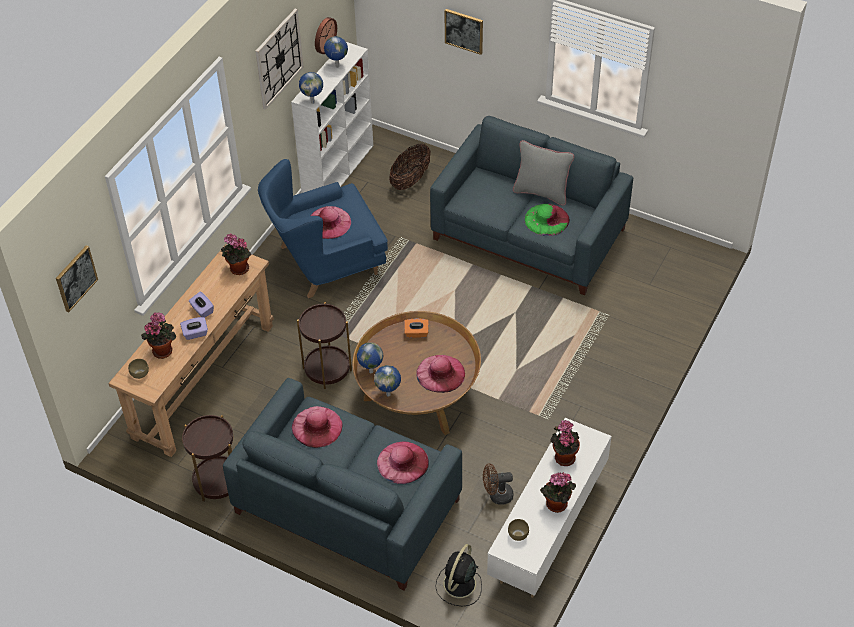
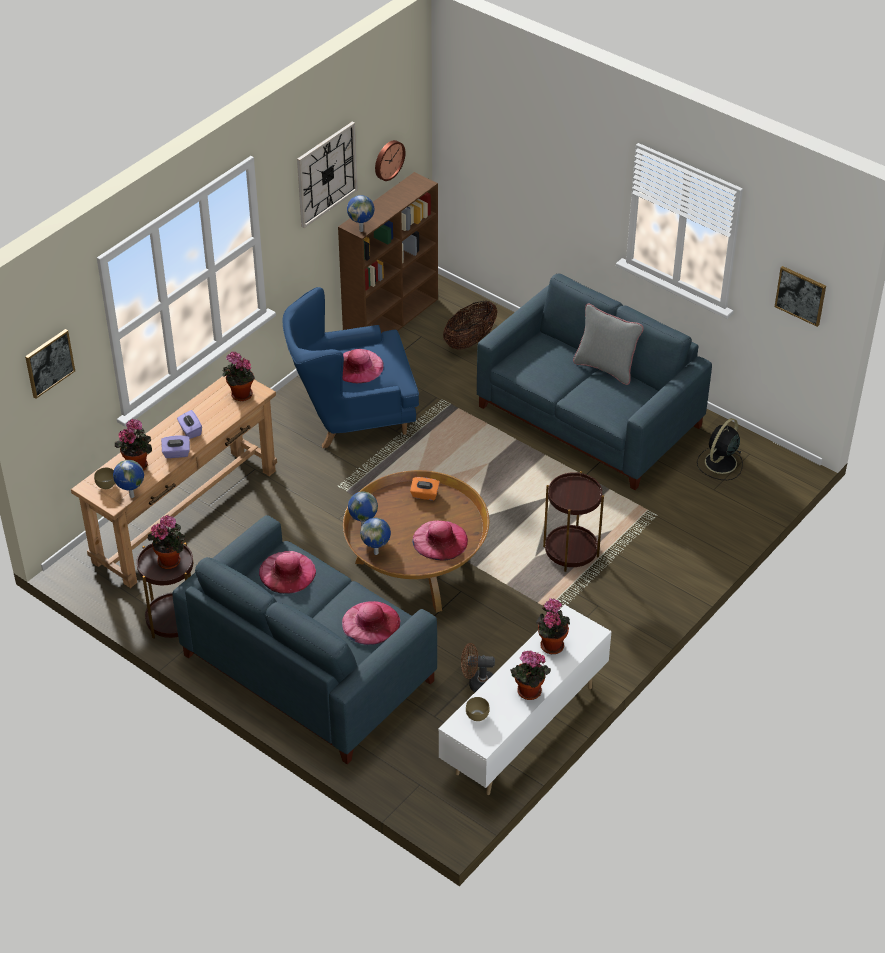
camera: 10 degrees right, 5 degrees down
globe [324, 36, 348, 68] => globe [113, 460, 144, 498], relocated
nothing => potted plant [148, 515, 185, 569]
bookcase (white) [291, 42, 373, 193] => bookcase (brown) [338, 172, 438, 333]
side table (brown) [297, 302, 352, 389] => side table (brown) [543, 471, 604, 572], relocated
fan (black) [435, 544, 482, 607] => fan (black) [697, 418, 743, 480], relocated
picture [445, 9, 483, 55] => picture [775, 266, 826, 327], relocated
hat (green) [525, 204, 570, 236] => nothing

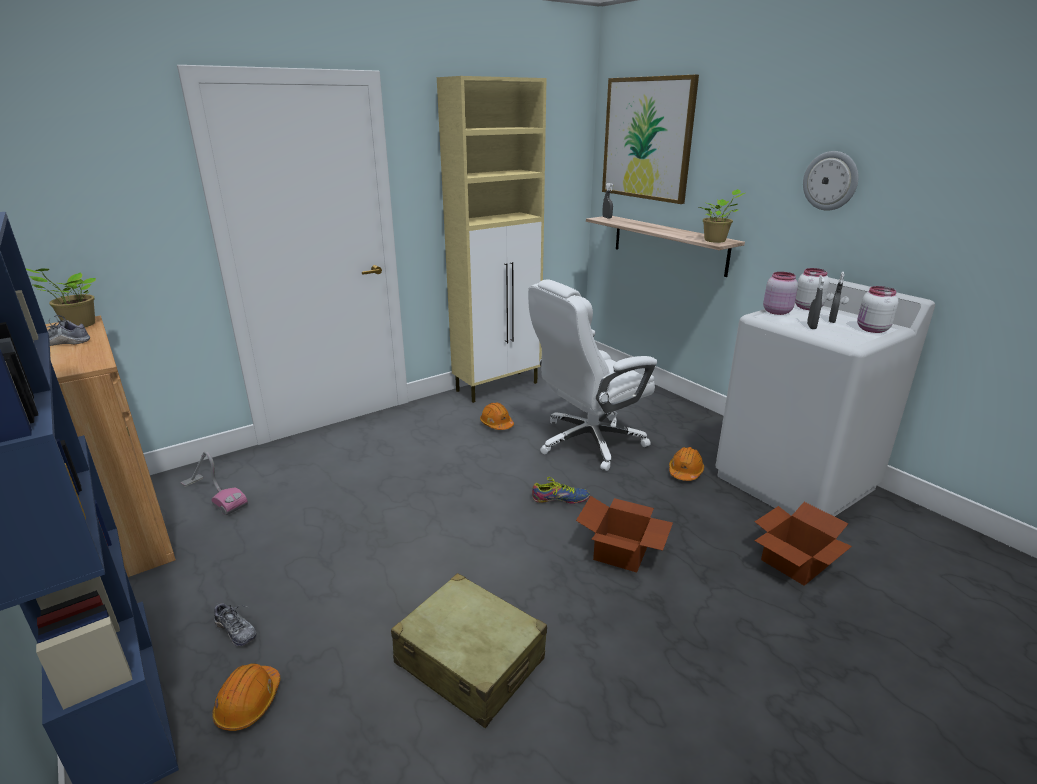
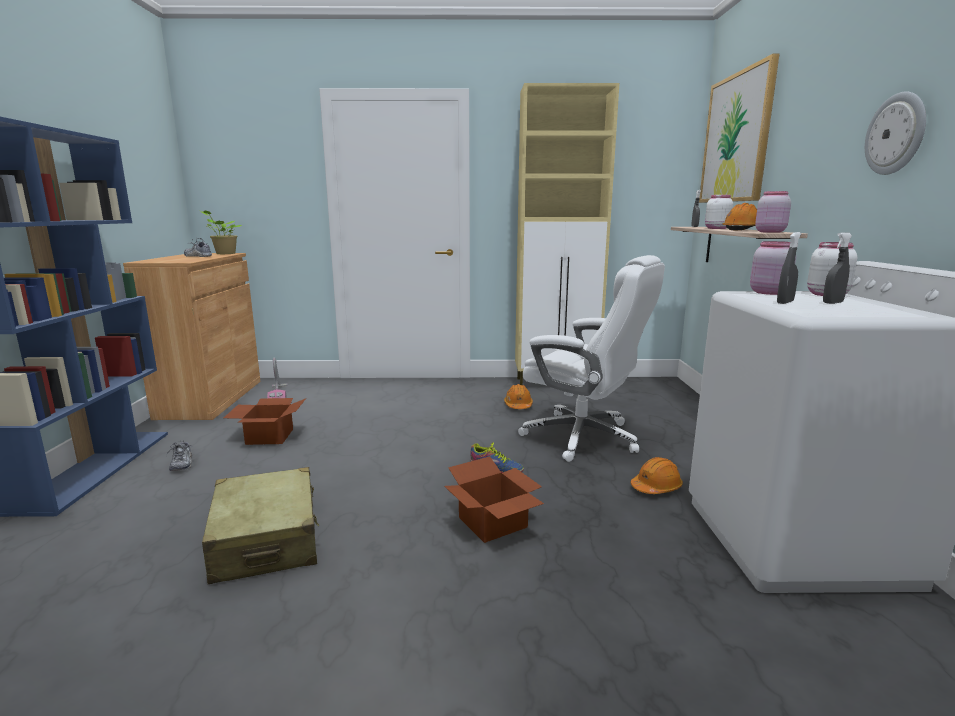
camera: 35 degrees right, 10 degrees down
cardboard box [754, 502, 852, 585] => cardboard box [224, 398, 306, 445], relocated
office chair (white) [528, 279, 657, 471] => office chair (white) [518, 255, 665, 462], 150 degrees counterclockwise
jar (white) [857, 286, 898, 333] => jar (white) [705, 195, 733, 229], relocated
hard hat (orange) [212, 663, 280, 731] => hard hat (orange) [723, 203, 757, 231], relocated
potted plant [699, 189, 745, 243] => jar (pink) [755, 191, 791, 233]

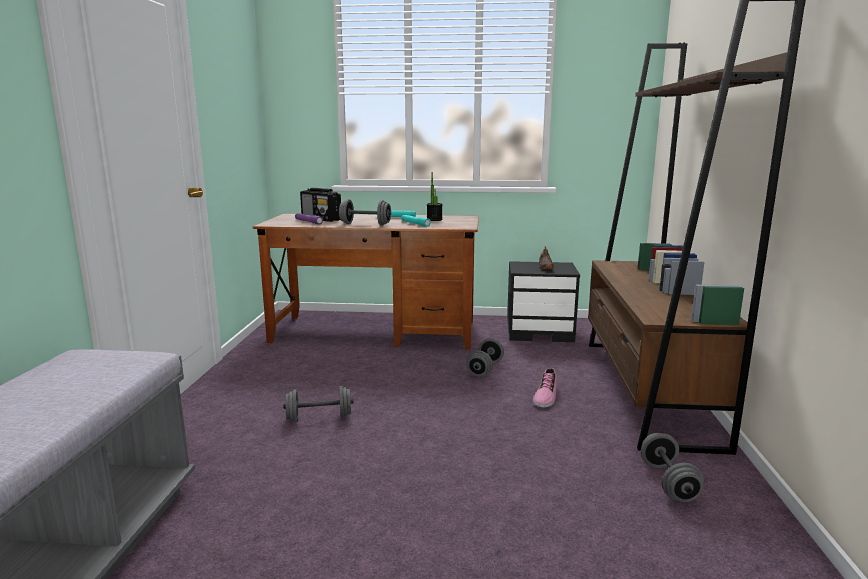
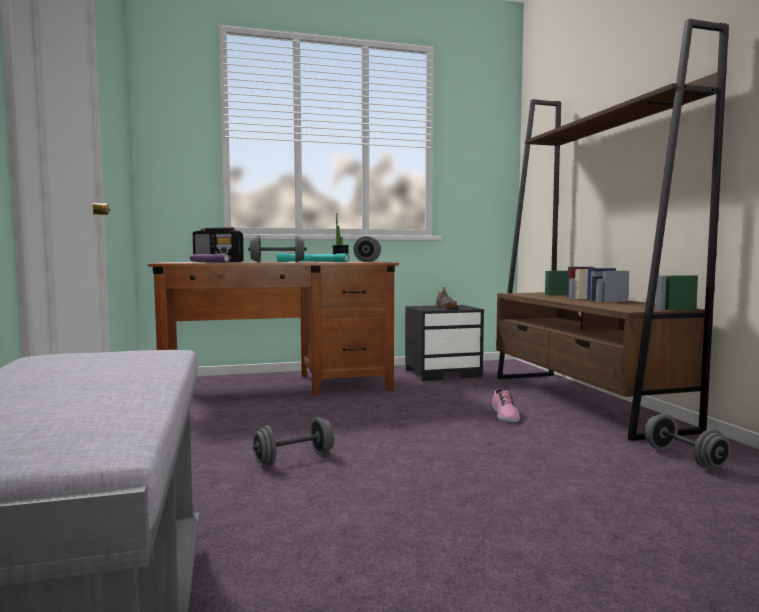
camera: 20 degrees left, 10 degrees down
dumbbell (grey) [466, 338, 504, 377] => dumbbell (grey) [354, 236, 381, 262], relocated

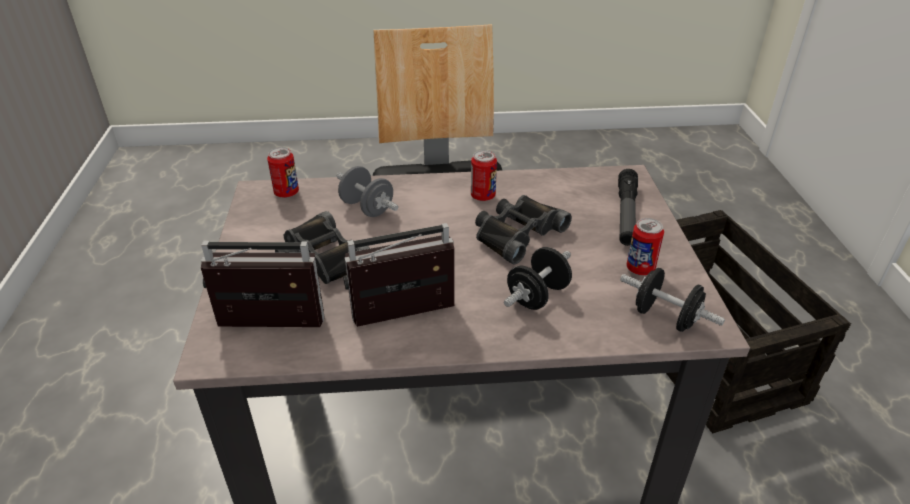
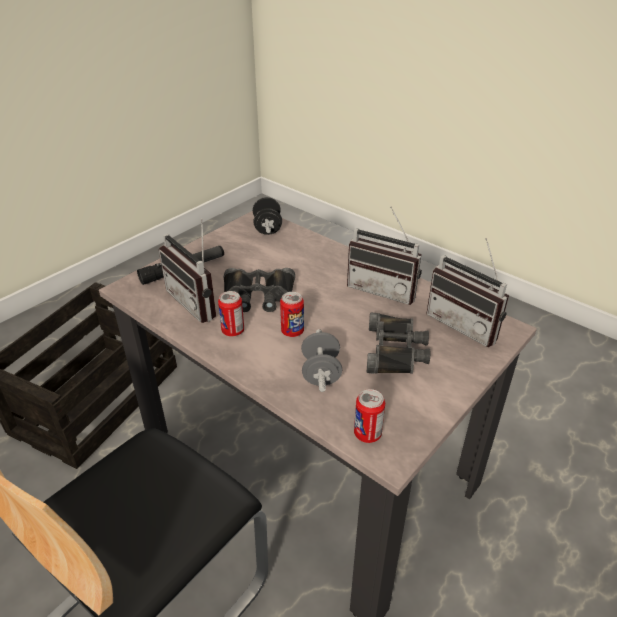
camera: 135 degrees left, 0 degrees up
nothing => radio [159, 219, 216, 323]
can [626, 218, 664, 275] => can [280, 292, 304, 337], relocated
dumbbell (black) [504, 247, 572, 310] => nothing

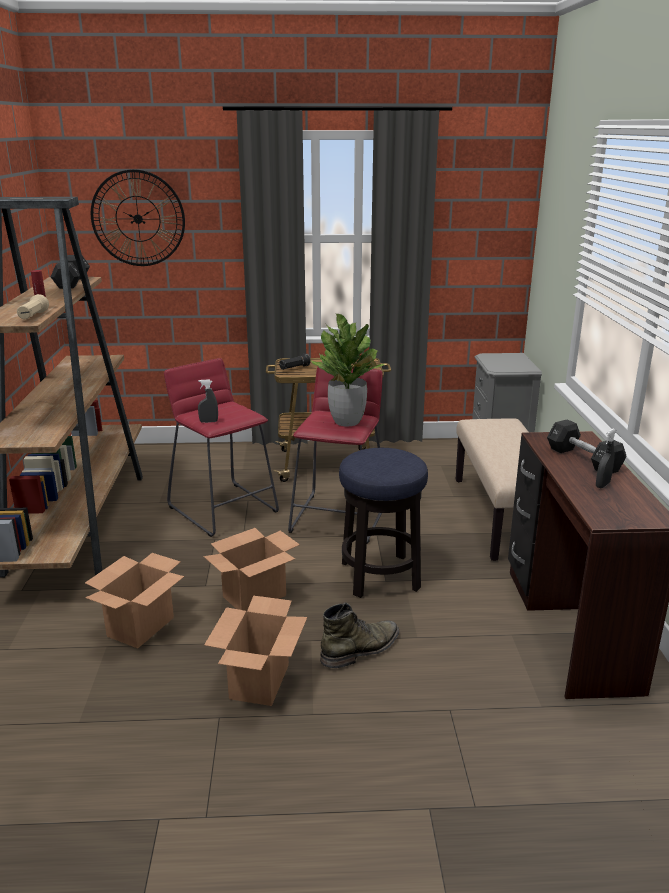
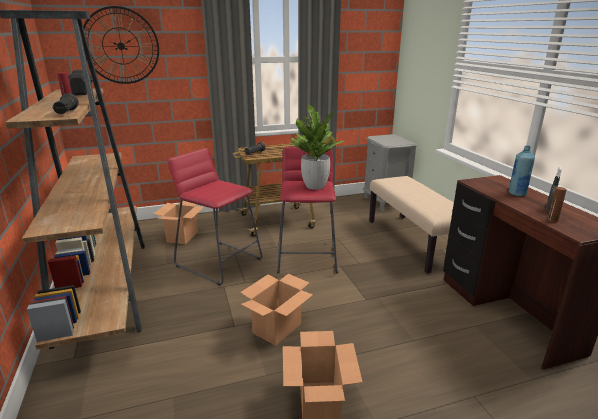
camera: 15 degrees left, 0 degrees up
flashlight (beige) [17, 294, 49, 319] => flashlight (black) [53, 93, 79, 114]
cardboard box [85, 553, 184, 648] => cardboard box [154, 201, 204, 244], relocated
dumbbell (black) [547, 419, 626, 473] => bottle (blue) [509, 146, 535, 196]
nothing => bottle (brown) [547, 187, 567, 223]
spray bottle (grey) [198, 380, 218, 423] => nothing
boot (green) [320, 602, 399, 668] => nothing
stool [339, 448, 428, 598] => nothing

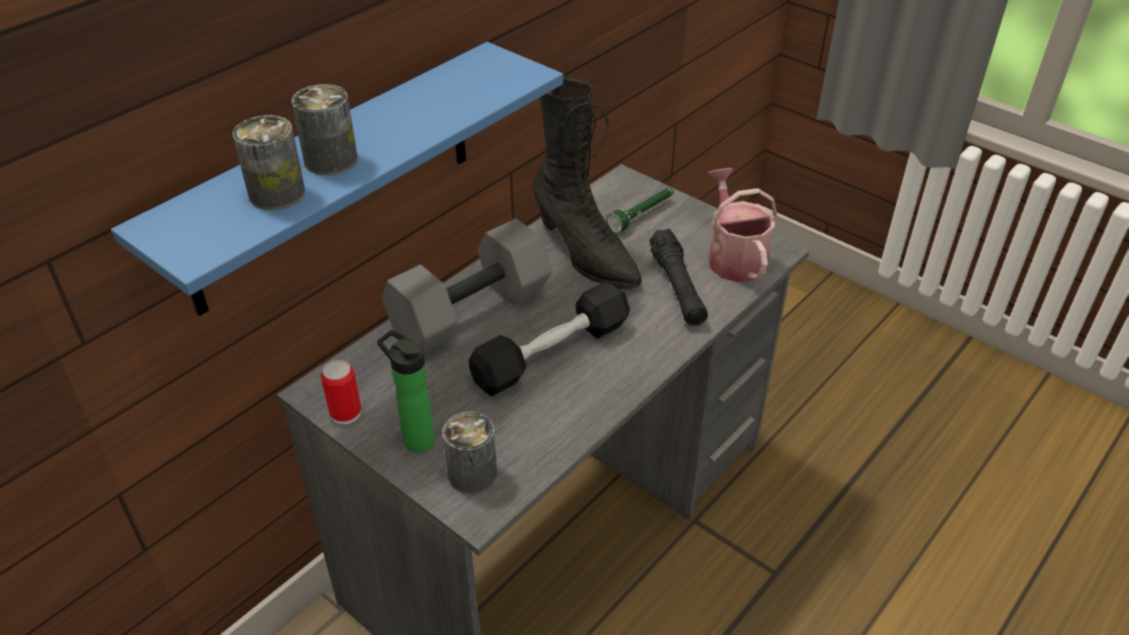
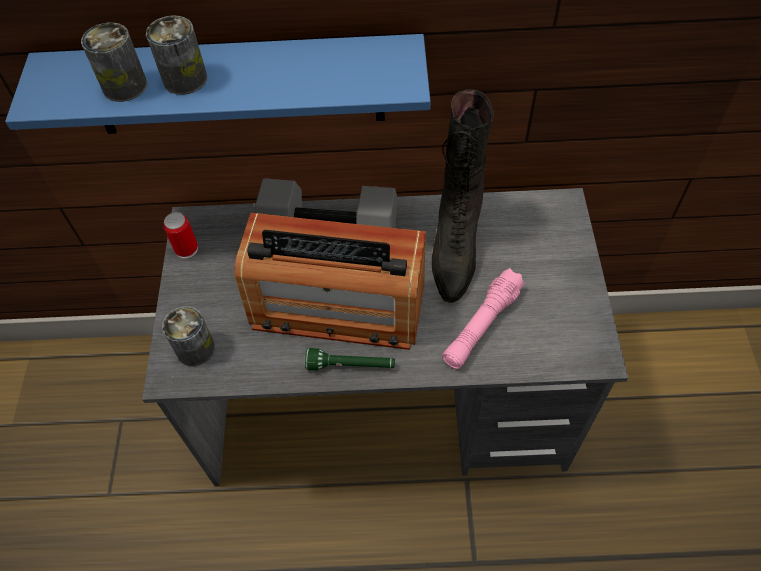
camera: 50 degrees right, 15 degrees up
dumbbell (black) [469, 281, 630, 396] => radio [234, 213, 426, 350]
flashlight (green) [606, 187, 674, 233] => flashlight (green) [305, 348, 395, 370], relocated
flashlight (black) [649, 229, 708, 326] => flashlight (pink) [442, 268, 525, 369]
bottle [377, 330, 435, 453] => nothing
watering can [708, 168, 778, 283] => nothing

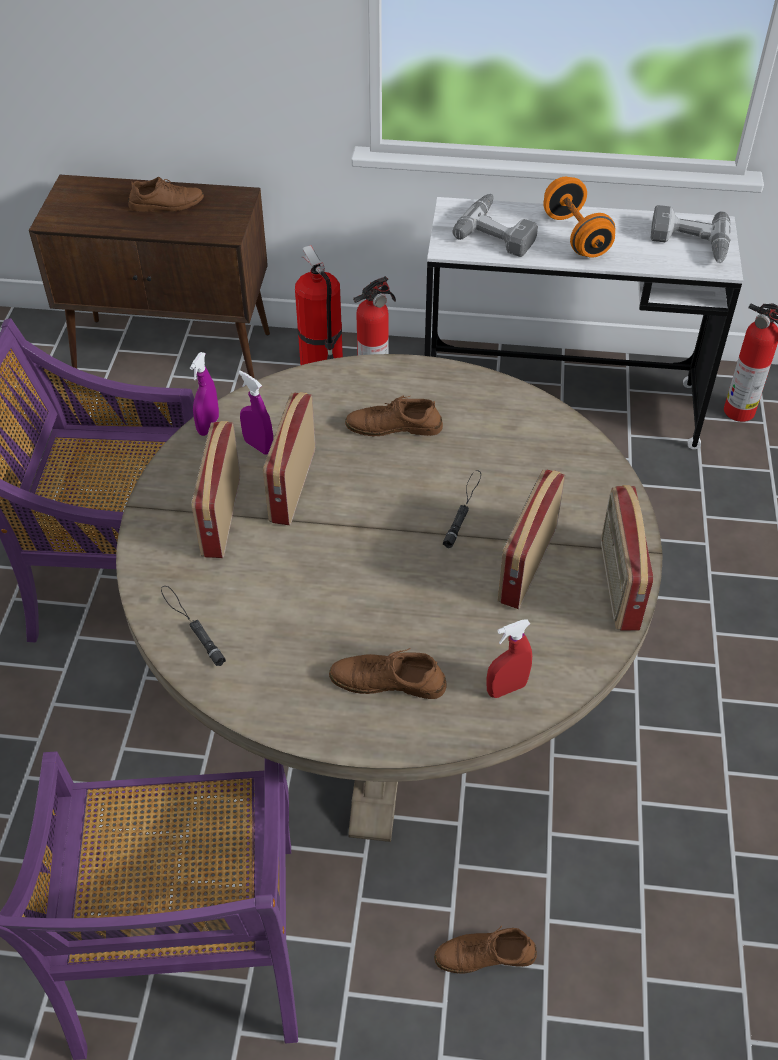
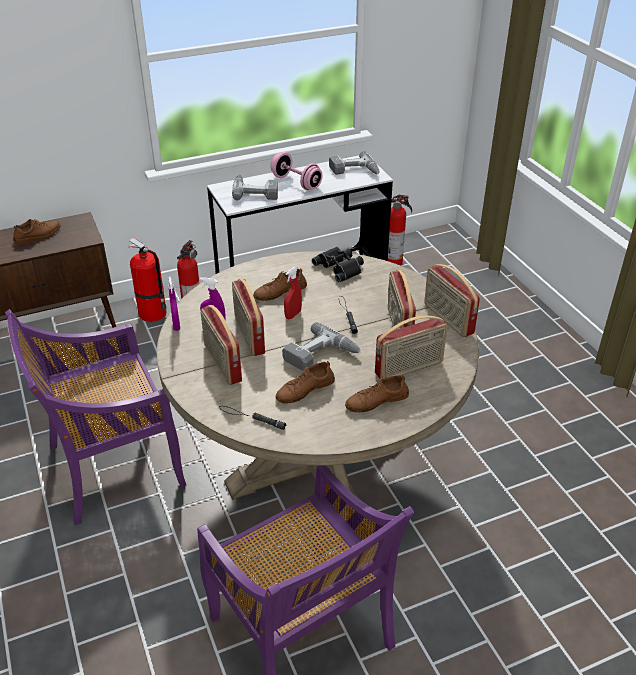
camera: 30 degrees left, 10 degrees down
dumbbell (orange) [544, 177, 615, 258] => dumbbell (pink) [270, 152, 323, 190]
shoe (brown) [434, 926, 537, 974] => shoe (brown) [276, 361, 335, 404], relocated
nothing => power drill [282, 322, 361, 371]
spray bottle (red) [486, 619, 532, 698] => spray bottle (red) [284, 267, 302, 319], relocated
nothing => binoculars (black) [312, 247, 364, 282]
nothing => radio [375, 316, 447, 379]

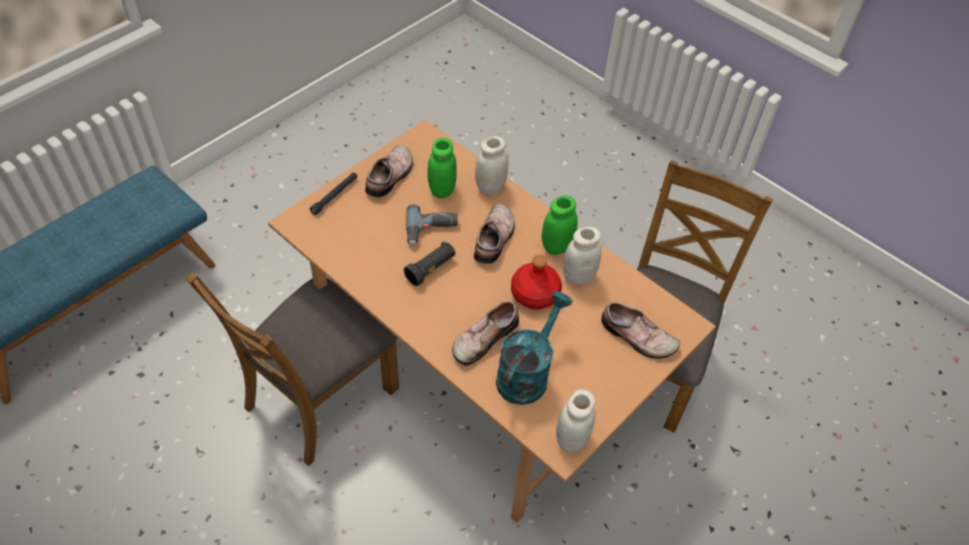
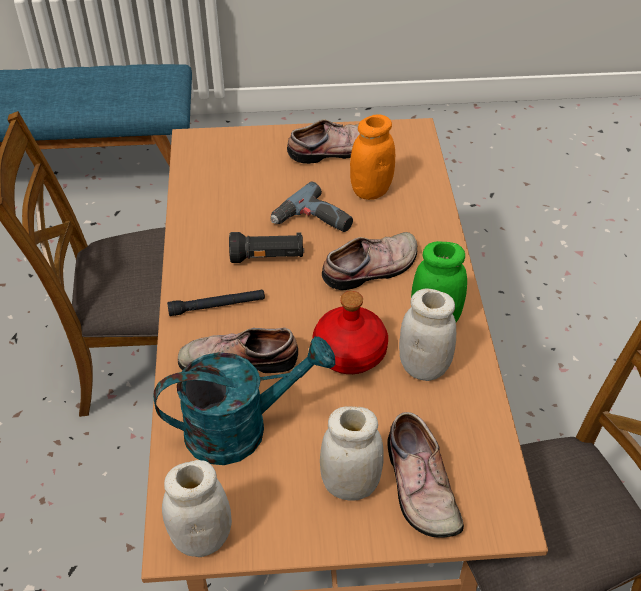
camera: 45 degrees right, 5 degrees down
flashlight (black) [310, 172, 357, 215] => flashlight (black) [167, 290, 265, 316], relocated
jar (white) [475, 136, 508, 195] => jar (white) [320, 406, 384, 501], relocated
jar (green) [428, 138, 457, 198] => jar (orange) [350, 114, 395, 200]

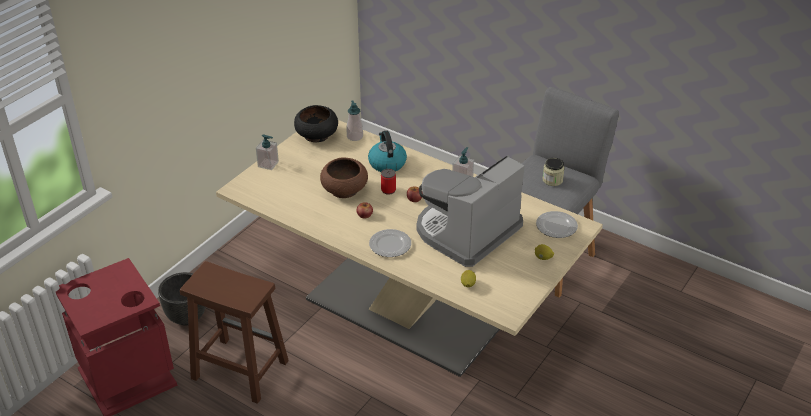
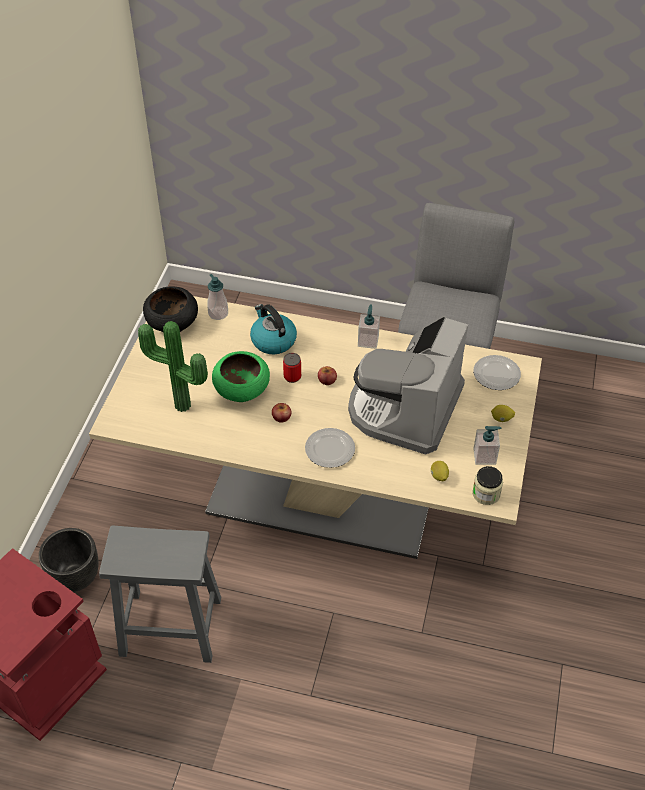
camera: 20 degrees left, 10 degrees up
stool (brown) [180, 261, 289, 404] => stool (grey) [99, 526, 221, 663]
nothing => potted plant [138, 321, 208, 412]
bowl (brown) [320, 157, 368, 198] => bowl (green) [212, 351, 270, 402]
jar [543, 158, 565, 186] => jar [472, 466, 503, 505], relocated
soap dispenser [256, 134, 279, 170] => soap dispenser [473, 426, 502, 465], relocated

